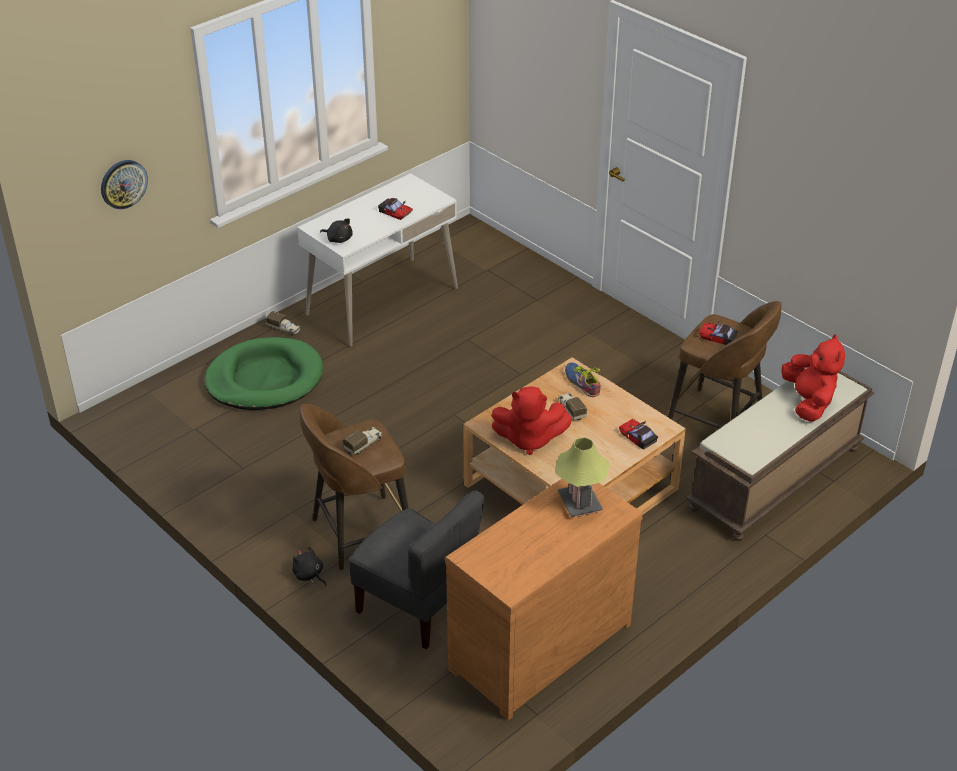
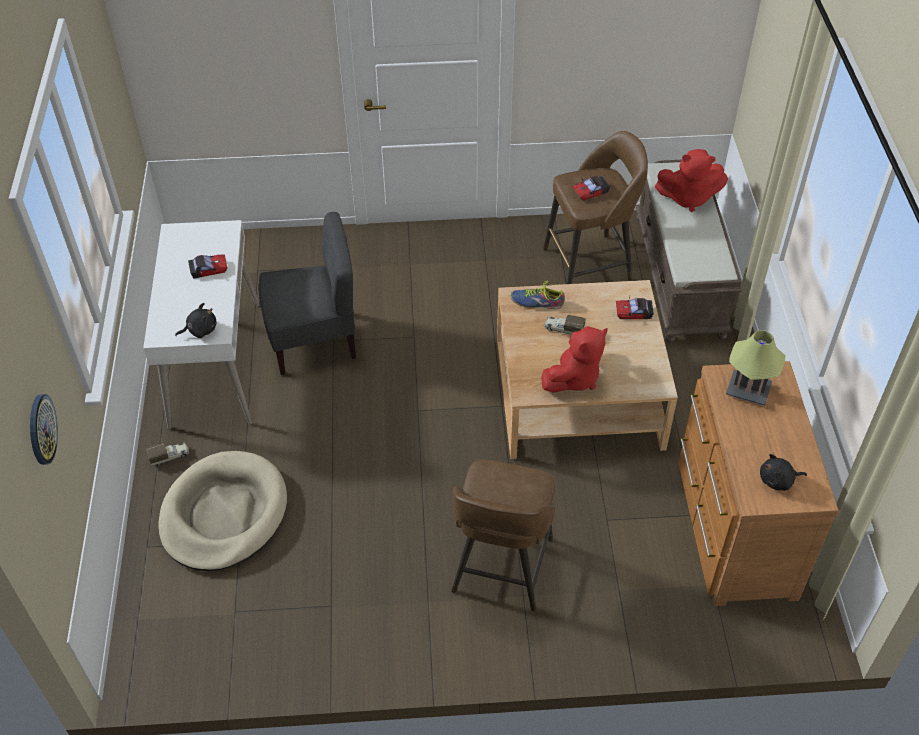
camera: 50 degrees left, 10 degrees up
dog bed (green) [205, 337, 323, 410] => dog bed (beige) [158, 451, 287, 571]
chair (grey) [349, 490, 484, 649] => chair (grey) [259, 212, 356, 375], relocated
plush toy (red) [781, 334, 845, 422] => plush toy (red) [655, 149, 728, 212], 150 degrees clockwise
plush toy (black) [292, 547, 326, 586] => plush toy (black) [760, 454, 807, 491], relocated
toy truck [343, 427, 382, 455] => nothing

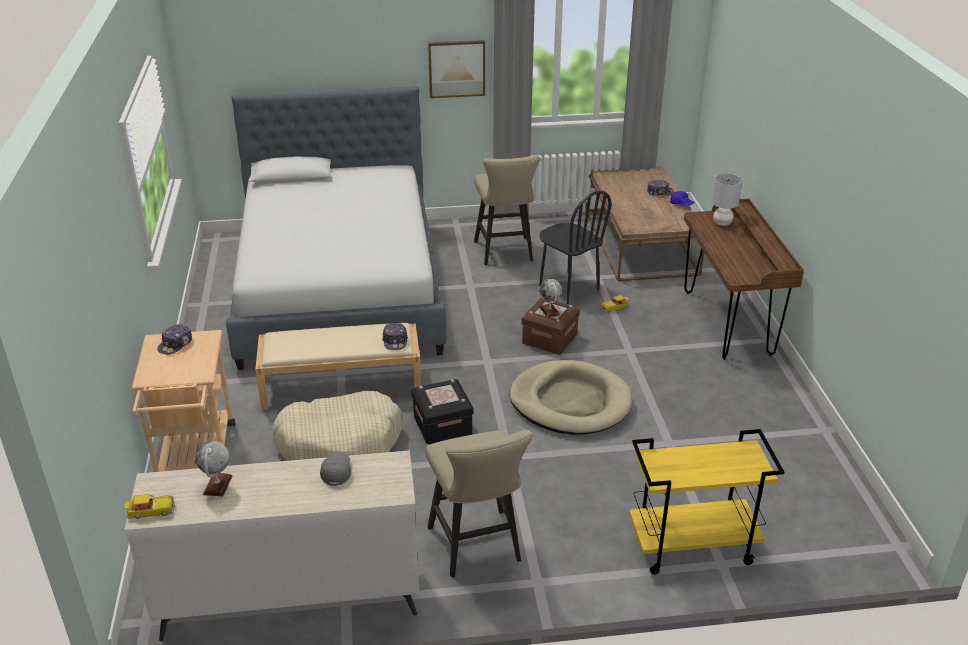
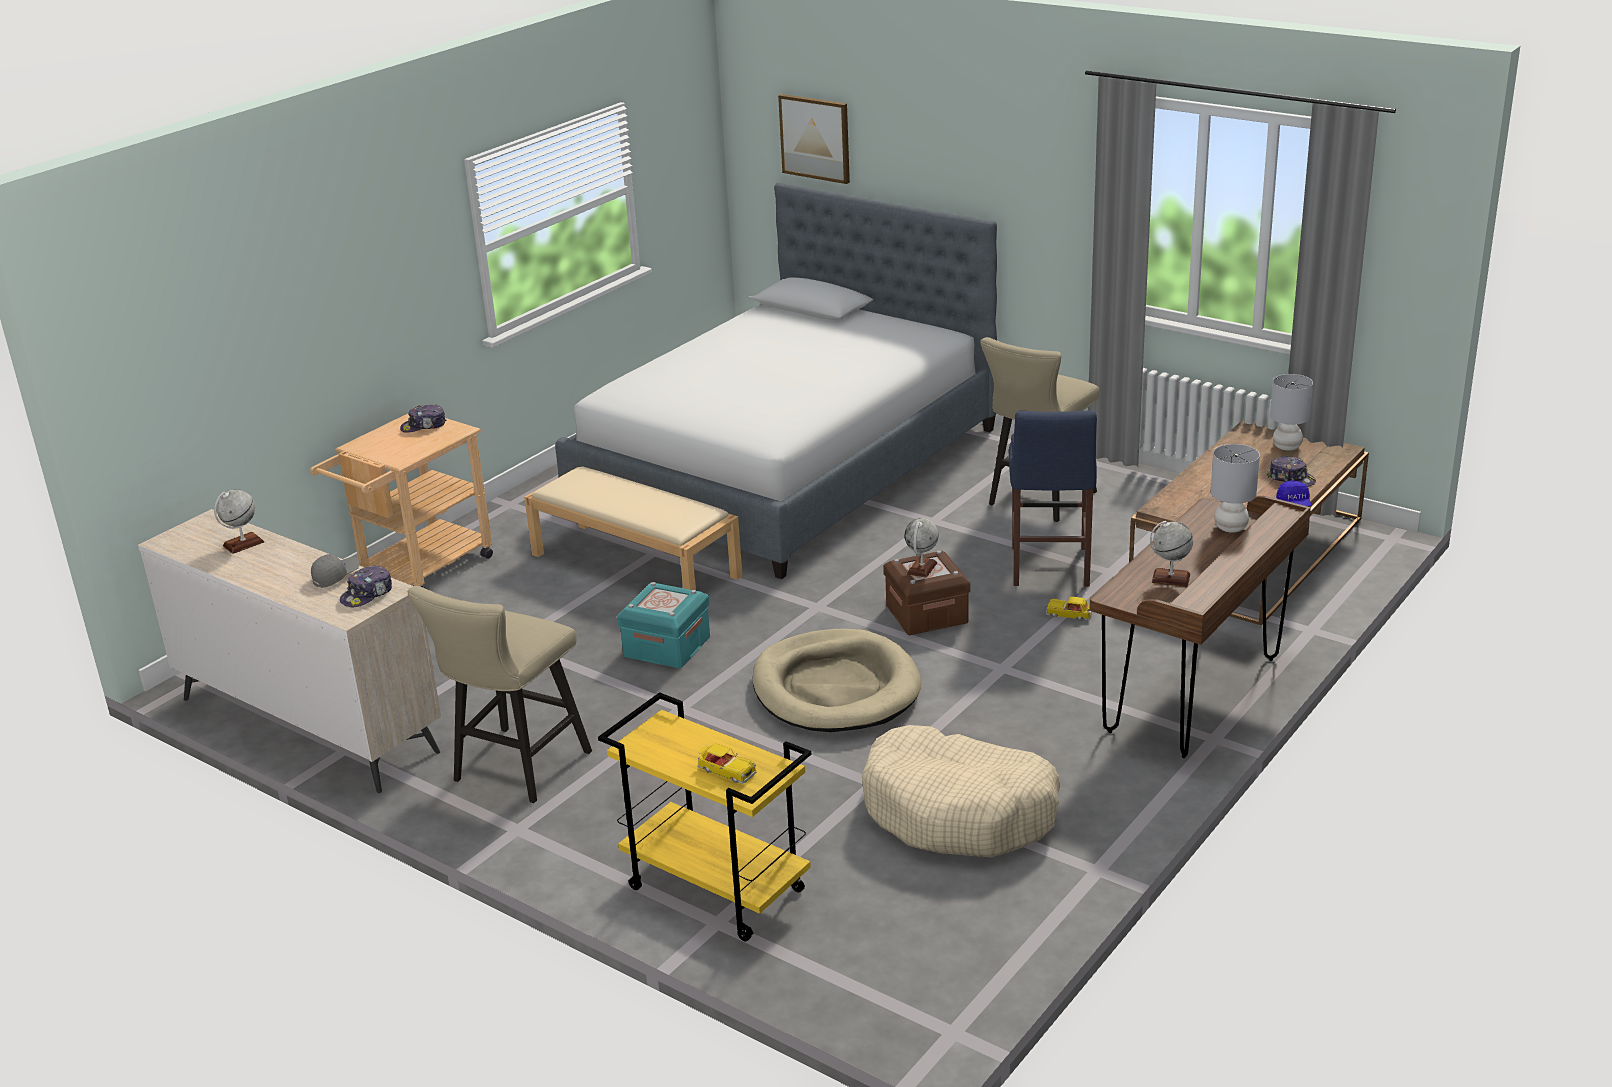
camera: 45 degrees right, 5 degrees down
cap [383, 323, 408, 350] => cap [340, 565, 392, 607], relocated
storage box (black) [411, 379, 473, 444] => storage box (turquoise) [617, 582, 710, 669]
toy car [124, 494, 175, 519] => toy car [698, 743, 756, 784], relocated
picture [428, 40, 485, 98] => picture [778, 94, 850, 184], relocated
dog bed (beige) [272, 391, 402, 461] => dog bed (beige) [862, 725, 1061, 857], relocated
chair (black) [539, 190, 611, 304] => stool (blue) [1009, 410, 1097, 586]
nothing => globe [1150, 521, 1193, 586]
nothing => table lamp (grey) [1270, 374, 1313, 451]

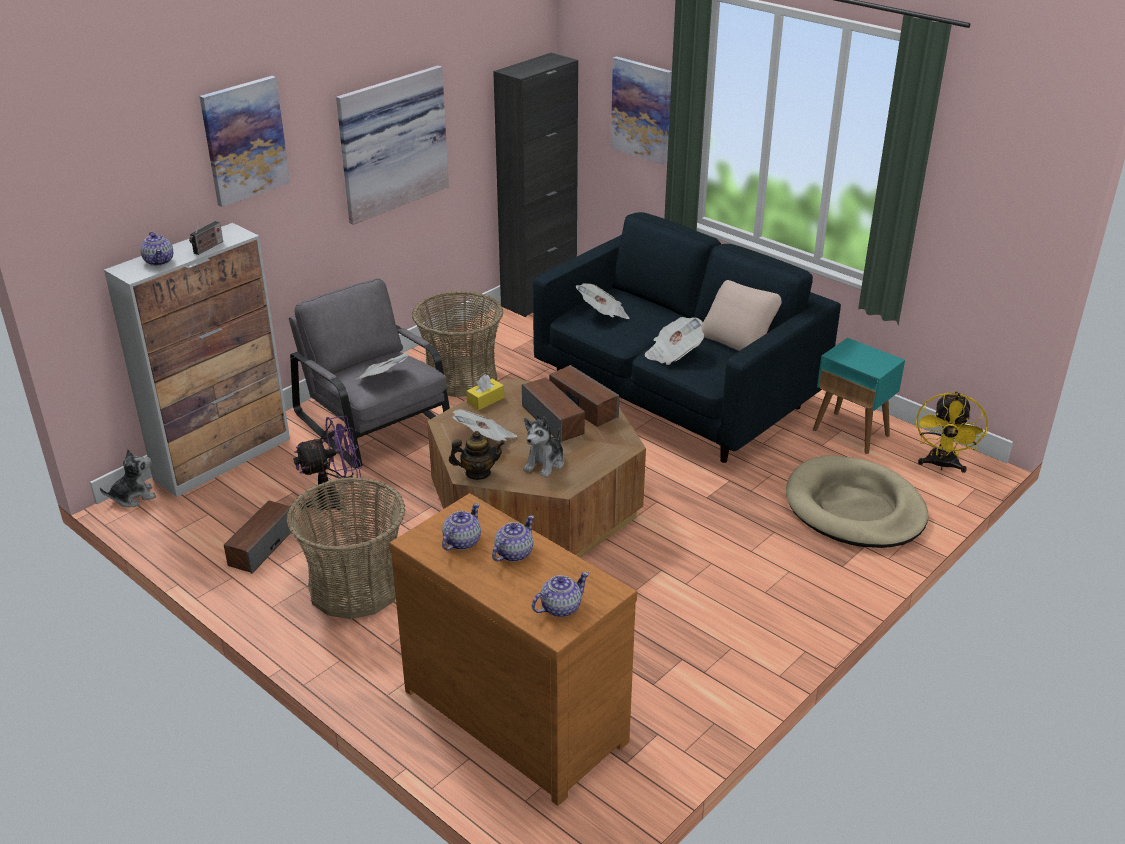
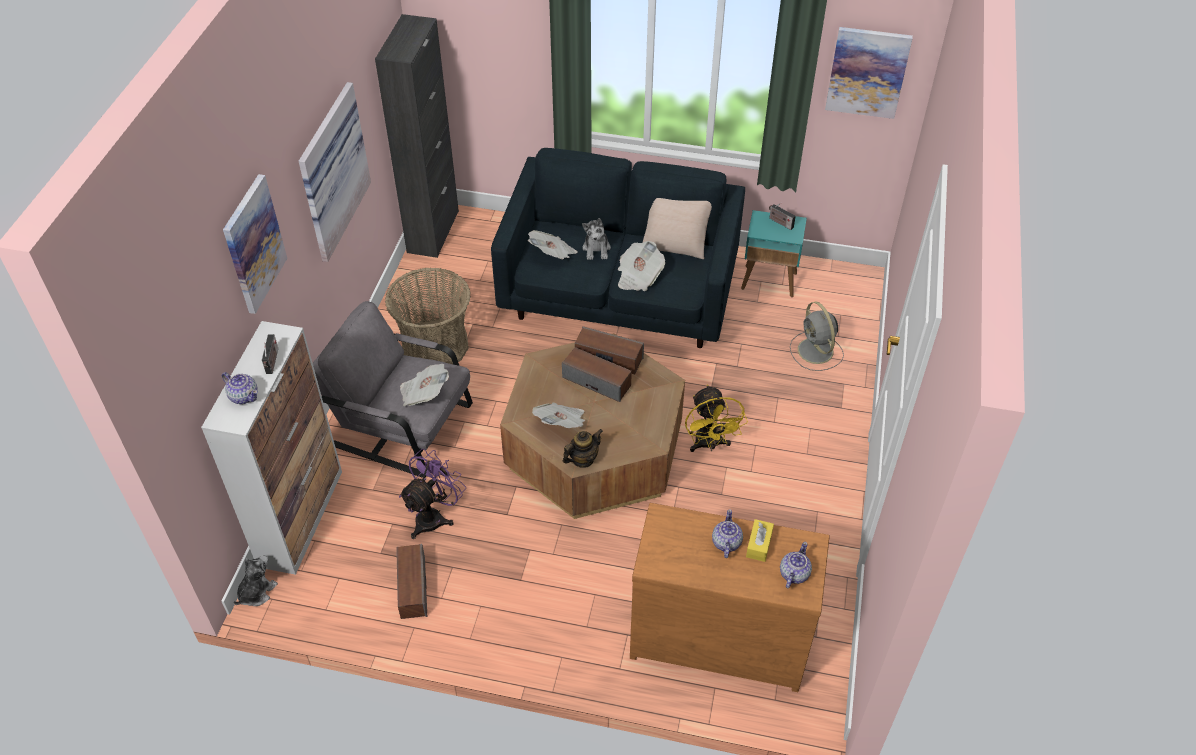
camera: 30 degrees left, 15 degrees up
plush toy [523, 417, 564, 477] => plush toy [582, 218, 611, 260], relocated
fan (yellow) [916, 391, 988, 473] => fan (yellow) [685, 385, 748, 452], relocated
tissue box (yellow) [466, 375, 504, 410] => tissue box (yellow) [746, 519, 774, 562], relocated
nothing => radio [769, 203, 796, 230]
dog bed (beige) [786, 455, 928, 548] => fan (grey) [790, 301, 844, 371]
picture [611, 56, 672, 165] => picture [825, 27, 913, 119], relocated
basket [286, 477, 406, 619] => nothing
teapot [442, 503, 481, 551] => nothing

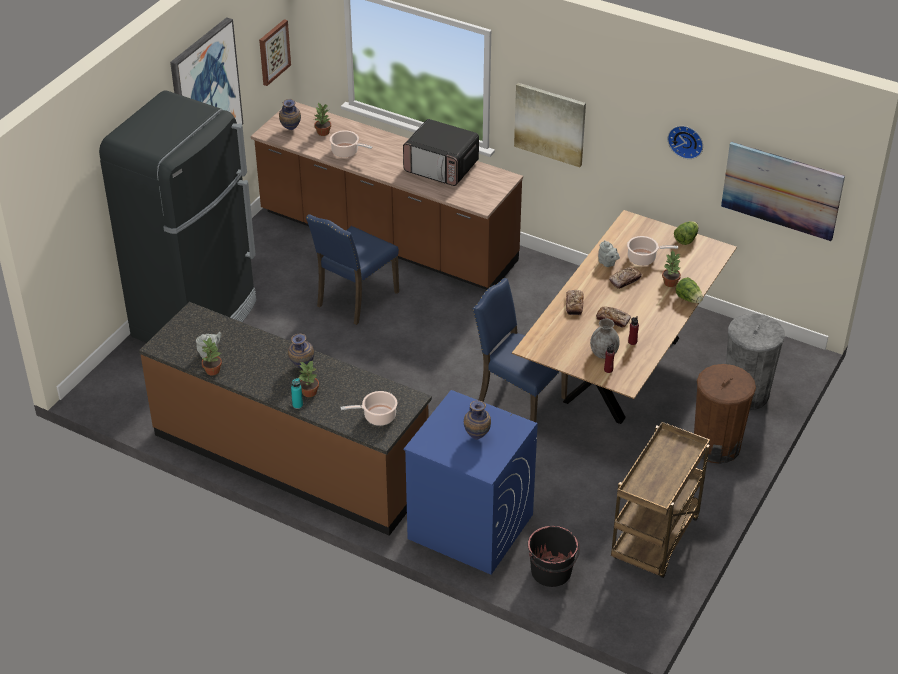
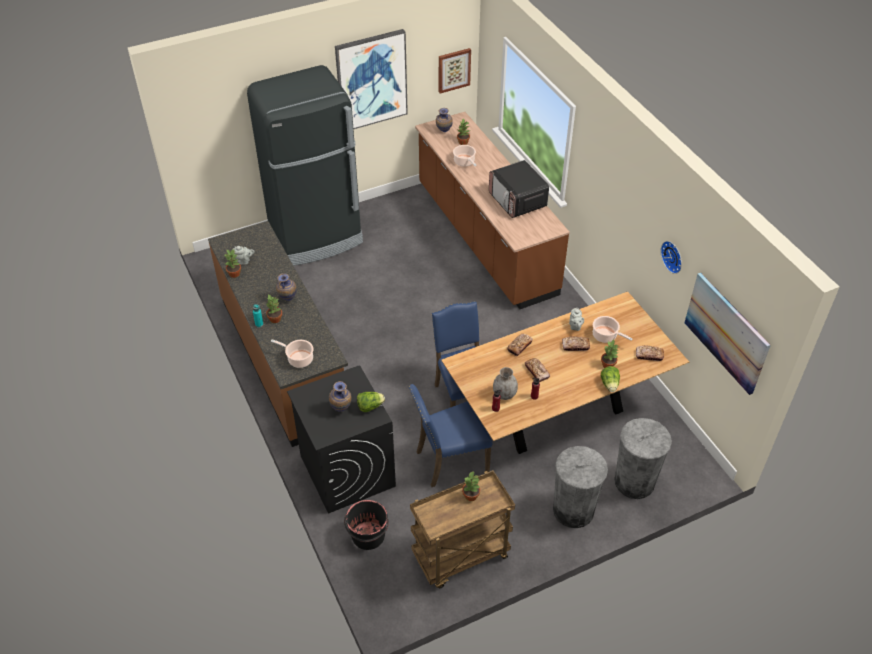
camera: 35 degrees right, 5 degrees up
washing machine (blue) [404, 390, 538, 575] => washing machine (black) [287, 365, 396, 514]
lettuce [674, 221, 699, 245] => lettuce [357, 392, 385, 412], relocated
chair (blue) [306, 214, 399, 325] => chair (blue) [408, 384, 492, 487], relocated
nothing => potted plant [462, 472, 480, 501]
trash can (brown) [694, 364, 756, 464] => trash can (grey) [553, 446, 608, 528]
nothing => bread [636, 345, 664, 361]
picture [514, 83, 586, 167] => nothing

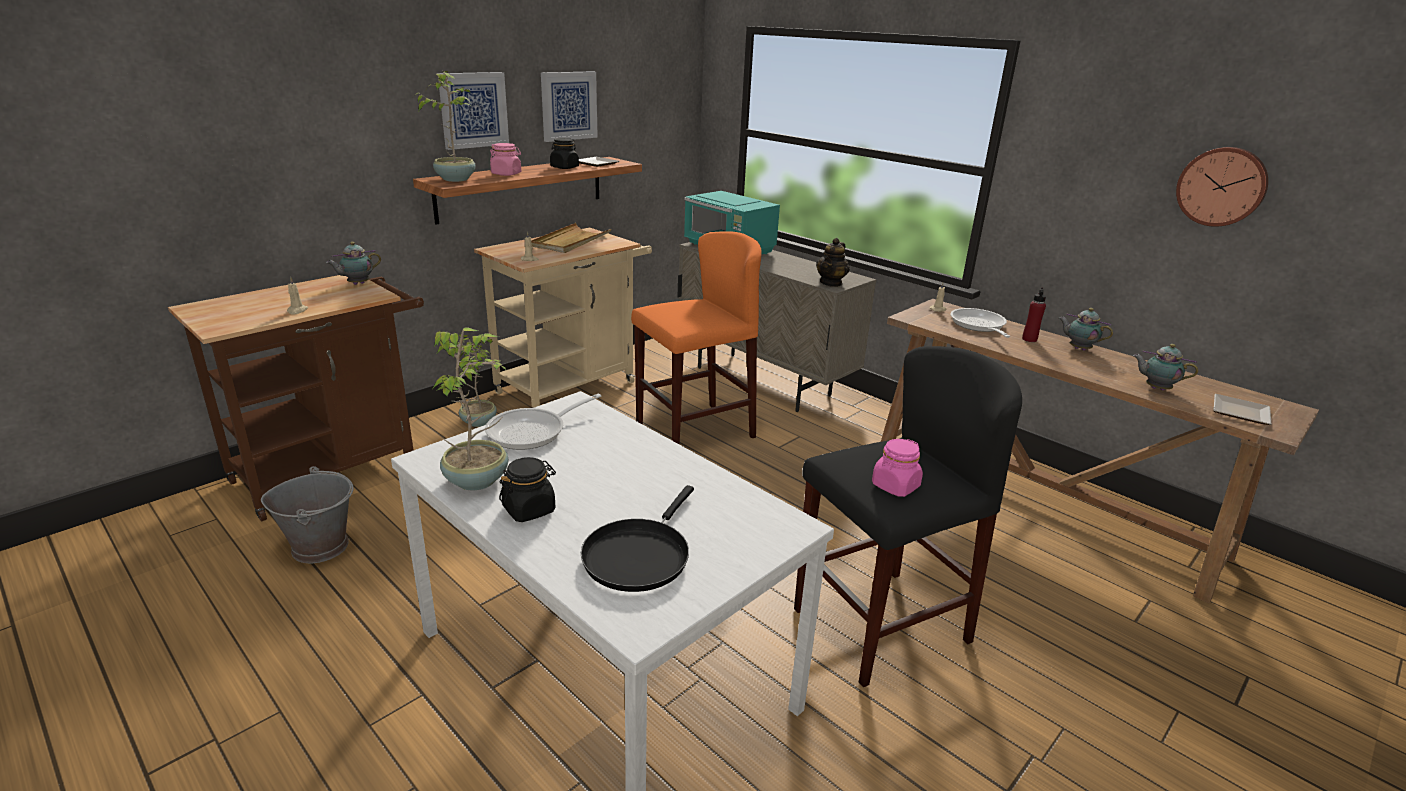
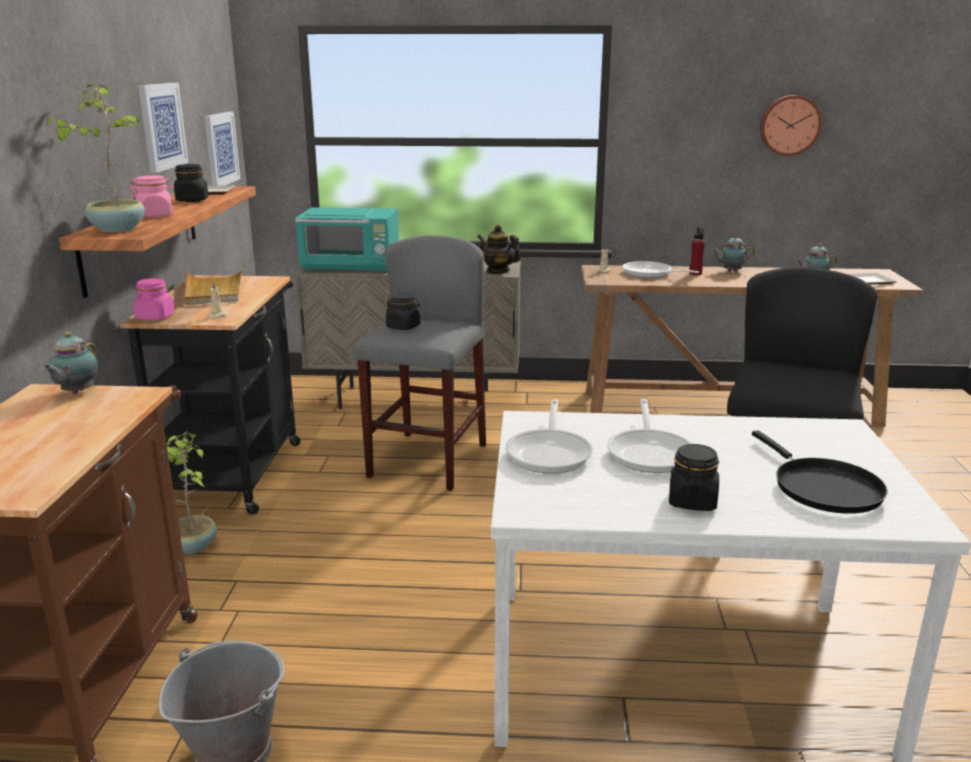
camera: 40 degrees left, 5 degrees down
cart (beige) [474, 228, 652, 408] => cart (black) [120, 275, 301, 515]
jar (pink) [872, 439, 923, 497] => jar (pink) [133, 278, 175, 320], relocated
picture [439, 72, 509, 150] => picture [204, 112, 241, 185], relocated
stool (orange) [631, 231, 762, 445] => stool (grey) [353, 235, 486, 491]
nothing => jar (black) [386, 293, 420, 330]
teapot [816, 238, 850, 287] => teapot [477, 225, 521, 274], 135 degrees clockwise
nothing => frying pan [607, 399, 692, 473]
candle (beige) [287, 277, 308, 314] => nothing
potted plant [433, 327, 508, 490] => nothing

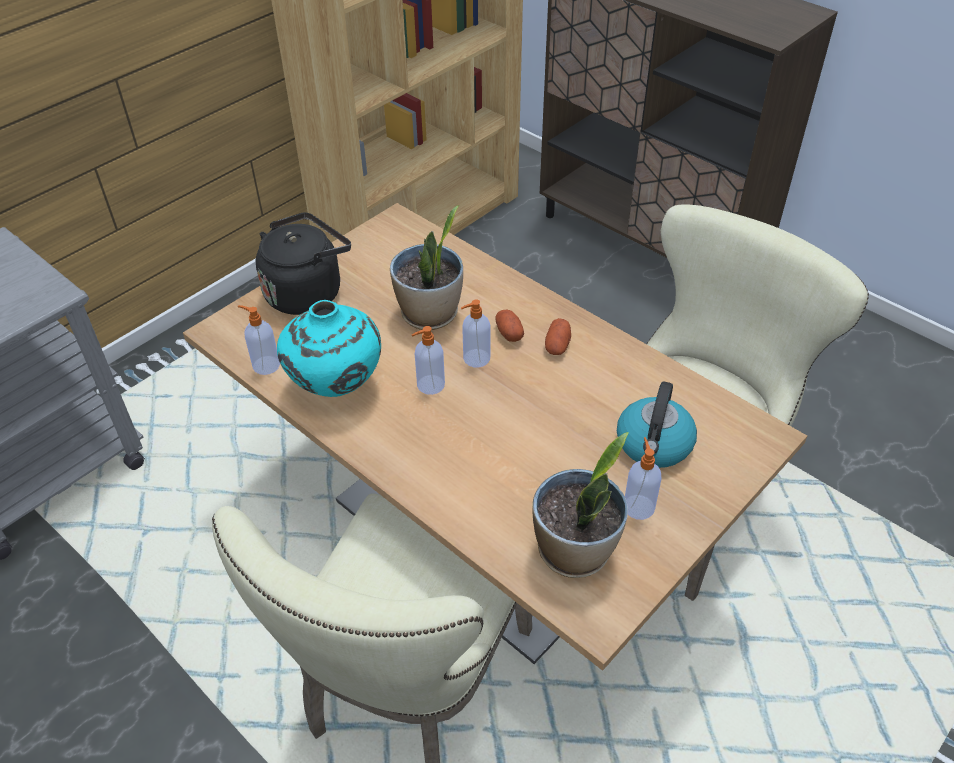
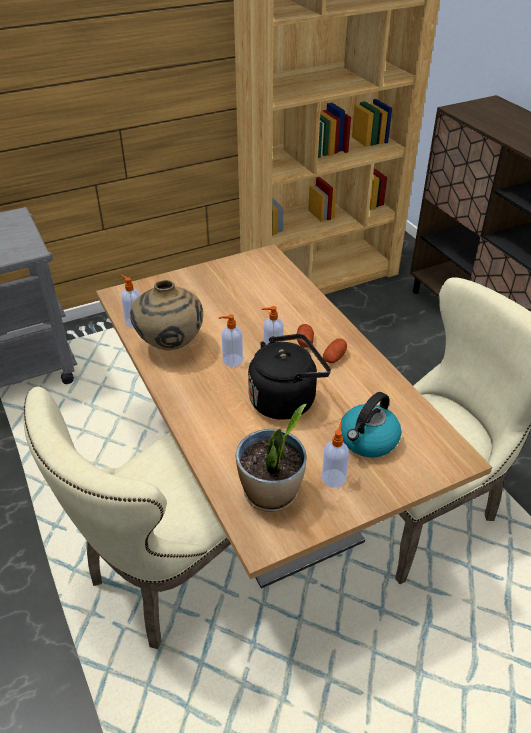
camera: 20 degrees right, 5 degrees down
vase (turquoise) [277, 300, 381, 397] => vase (beige) [130, 280, 203, 351]
kettle (black) [256, 212, 351, 315] => kettle (black) [248, 334, 331, 420], relocated
potted plant [390, 205, 463, 330] => nothing

